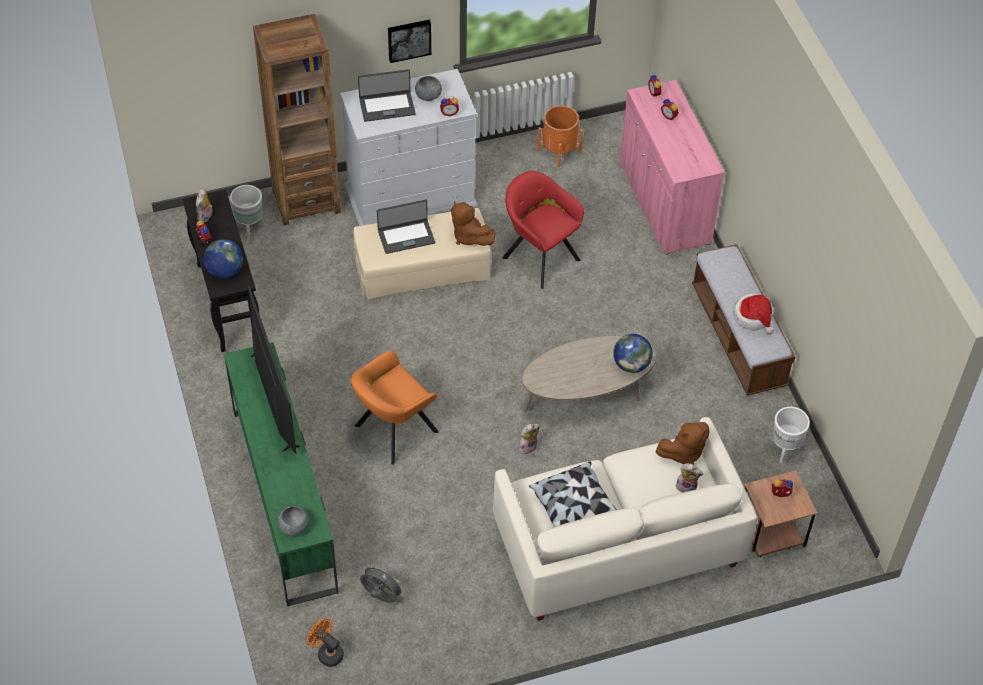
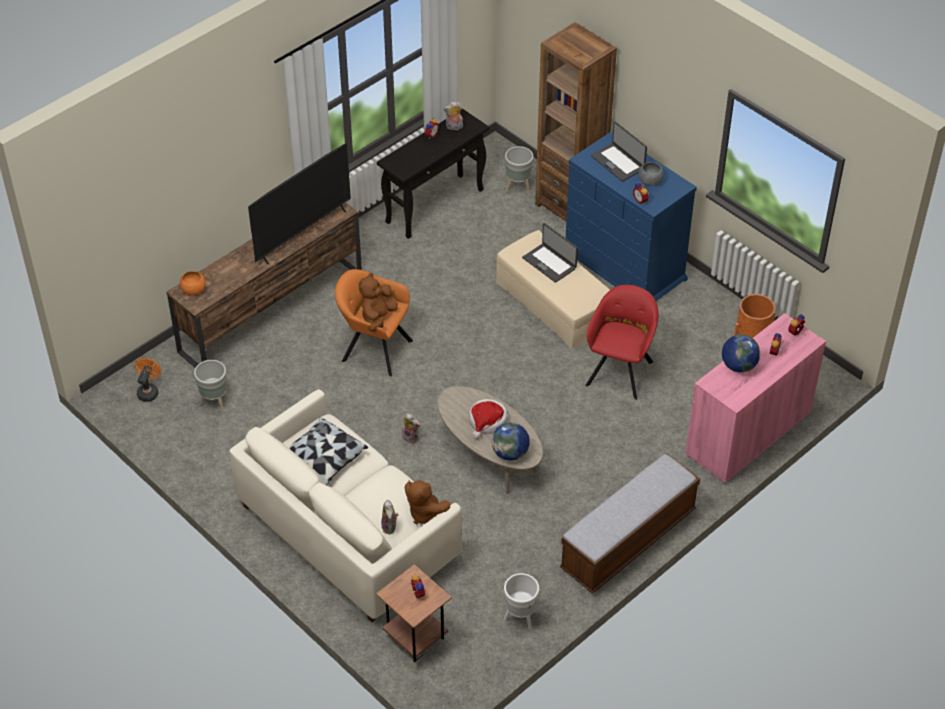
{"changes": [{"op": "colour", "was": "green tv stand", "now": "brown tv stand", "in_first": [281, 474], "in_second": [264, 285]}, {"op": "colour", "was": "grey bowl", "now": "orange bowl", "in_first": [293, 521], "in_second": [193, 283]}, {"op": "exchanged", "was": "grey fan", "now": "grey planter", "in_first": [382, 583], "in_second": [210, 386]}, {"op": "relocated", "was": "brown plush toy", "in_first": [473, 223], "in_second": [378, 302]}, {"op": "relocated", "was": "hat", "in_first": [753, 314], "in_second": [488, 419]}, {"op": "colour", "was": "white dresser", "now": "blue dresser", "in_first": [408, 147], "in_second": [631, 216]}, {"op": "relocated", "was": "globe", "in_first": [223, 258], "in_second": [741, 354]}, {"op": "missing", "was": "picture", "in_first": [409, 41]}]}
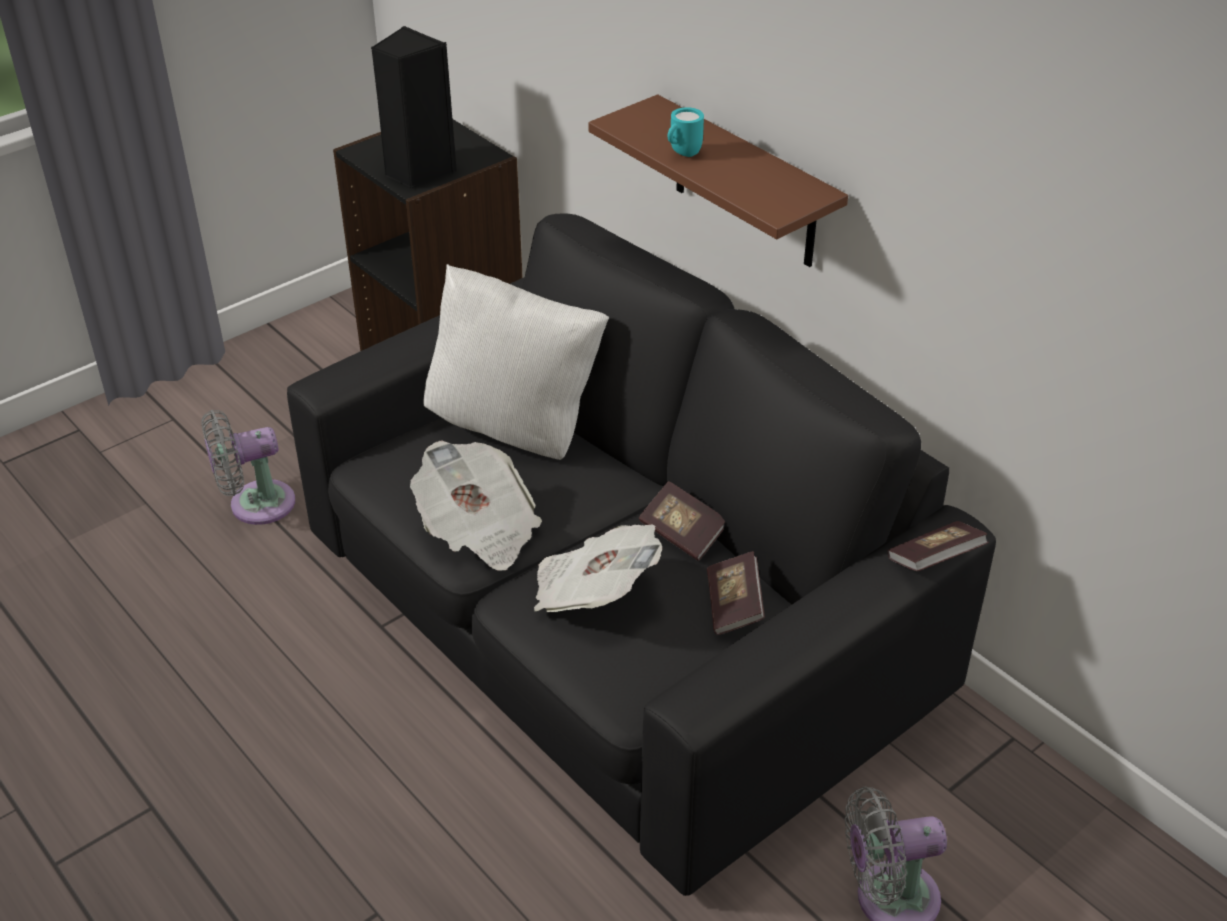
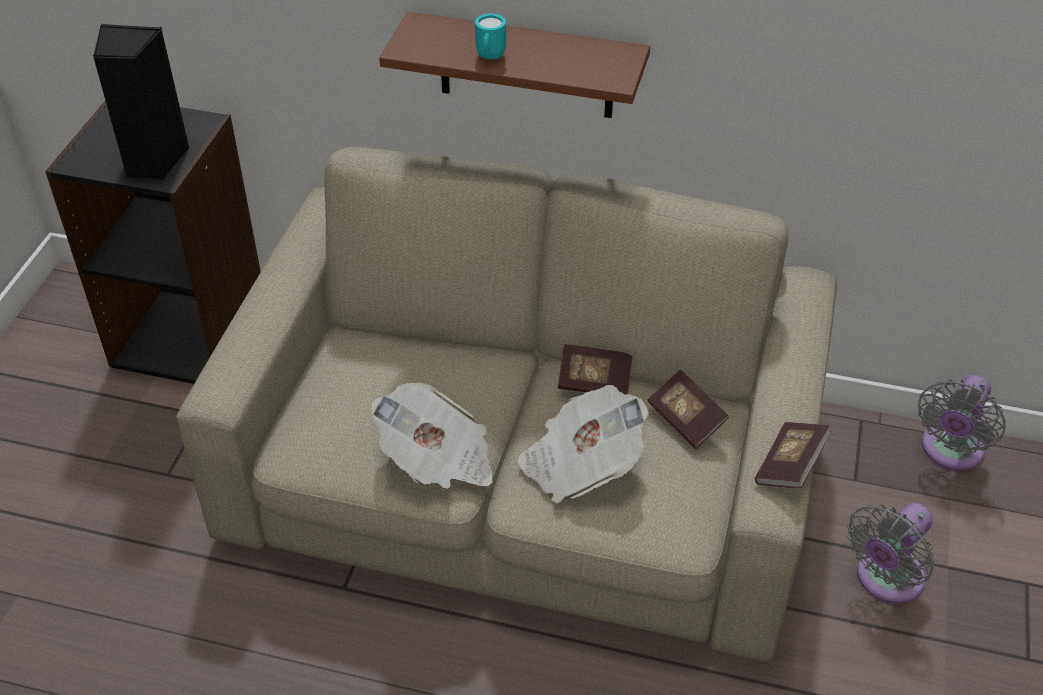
{"changes": [{"op": "colour", "was": "black sofa", "now": "beige sofa", "in_first": [641, 554], "in_second": [506, 404]}, {"op": "relocated", "was": "book", "in_first": [938, 546], "in_second": [793, 455]}, {"op": "relocated", "was": "grey fan", "in_first": [248, 467], "in_second": [962, 423]}, {"op": "missing", "was": "white pillow", "in_first": [516, 362]}]}
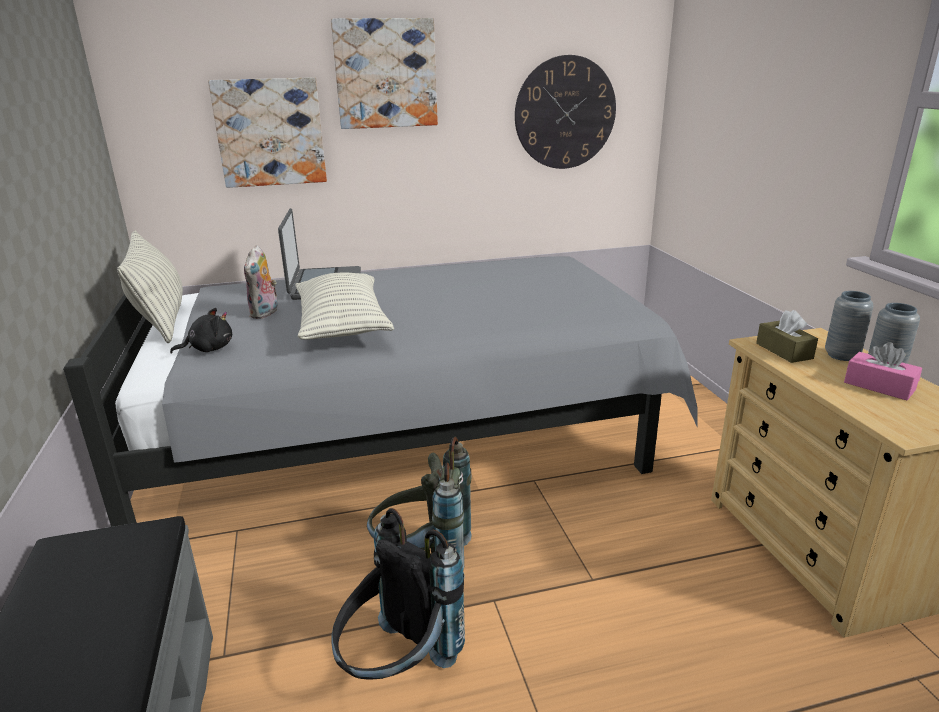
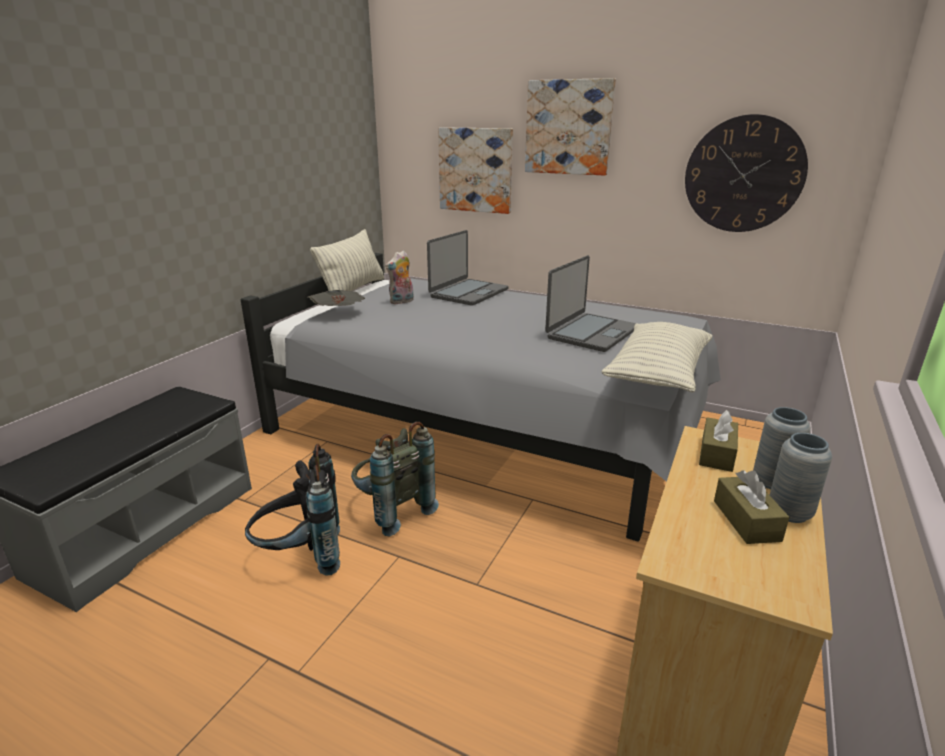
{"changes": [{"op": "exchanged", "was": "black plush toy", "now": "newspaper", "in_first": [201, 331], "in_second": [336, 298]}, {"op": "appeared", "now": "laptop", "in_second": [591, 303]}, {"op": "relocated", "was": "pillow", "in_first": [344, 306], "in_second": [656, 357]}, {"op": "colour", "was": "pink tissue box", "now": "brown tissue box", "in_first": [883, 371], "in_second": [751, 507]}]}
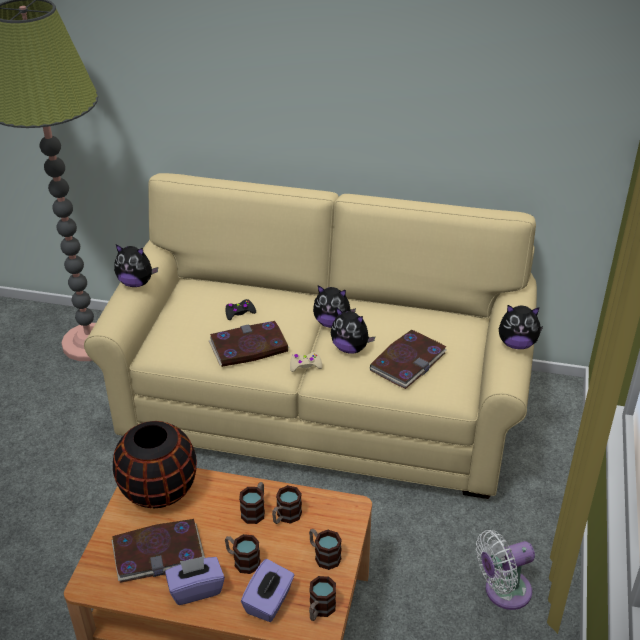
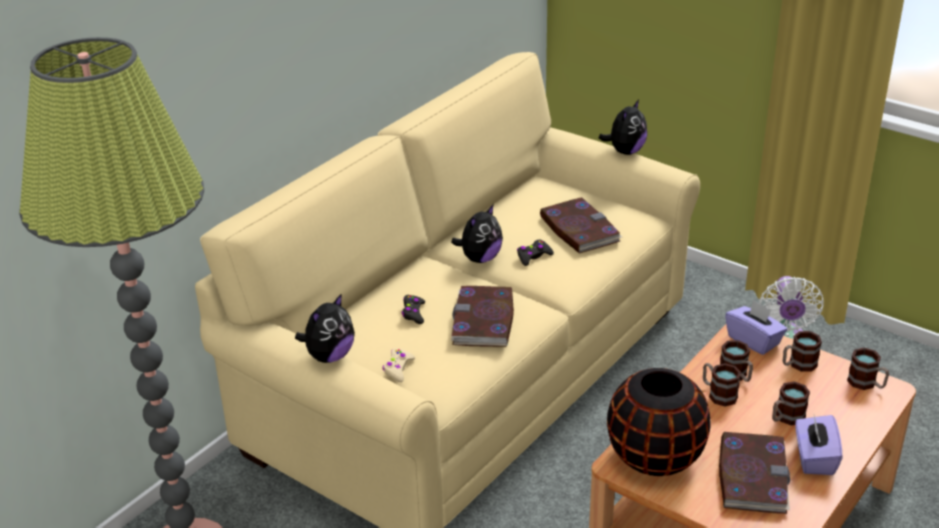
{"changes": [{"op": "relocated", "was": "beige game controller", "in_first": [306, 362], "in_second": [399, 365]}, {"op": "exchanged", "was": "plush toy", "now": "black game controller", "in_first": [353, 330], "in_second": [535, 253]}, {"op": "relocated", "was": "purple tissue box", "in_first": [268, 590], "in_second": [756, 327]}]}
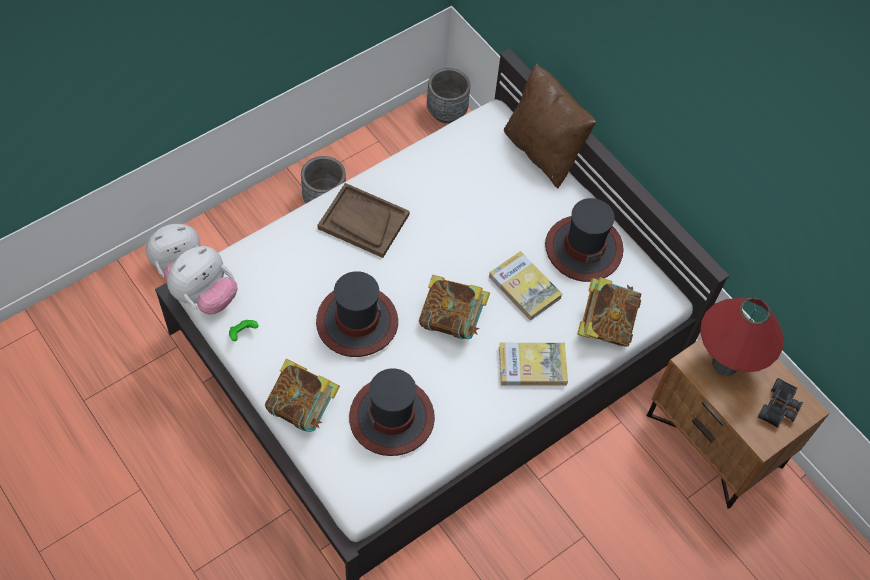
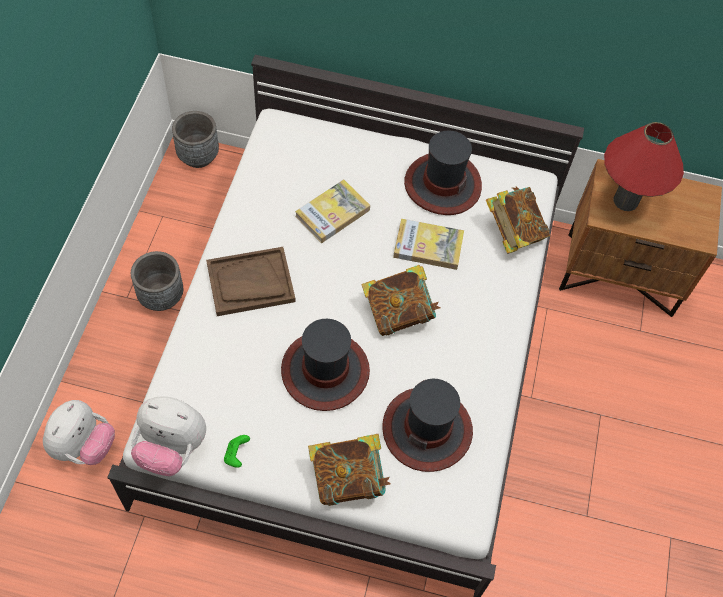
{"changes": [{"op": "spun", "was": "plush toy", "in_first": [202, 280], "in_second": [168, 436], "clockwise": 105}, {"op": "relocated", "was": "book", "in_first": [533, 364], "in_second": [332, 211]}, {"op": "missing", "was": "brown pillow", "in_first": [550, 125]}, {"op": "missing", "was": "black binoculars", "in_first": [780, 403]}]}
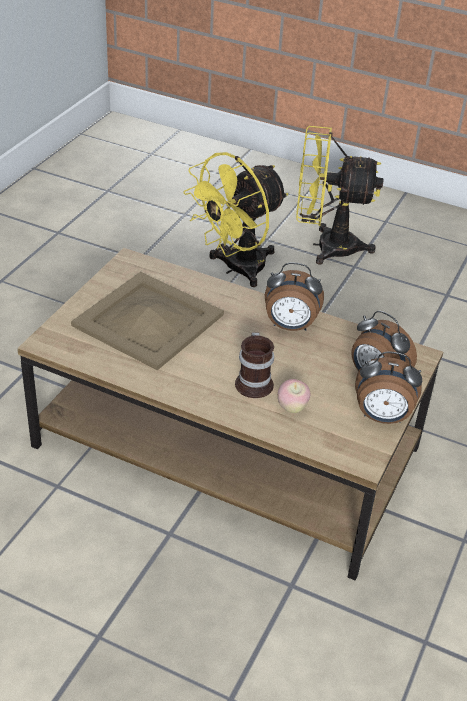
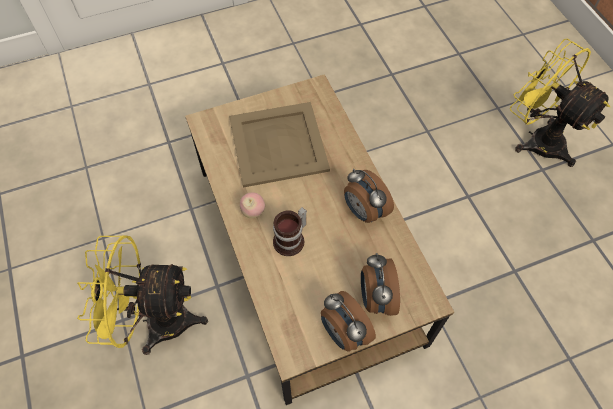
{"changes": [{"op": "relocated", "was": "yellow fan", "in_first": [235, 219], "in_second": [142, 295]}, {"op": "relocated", "was": "apple", "in_first": [294, 396], "in_second": [252, 205]}]}
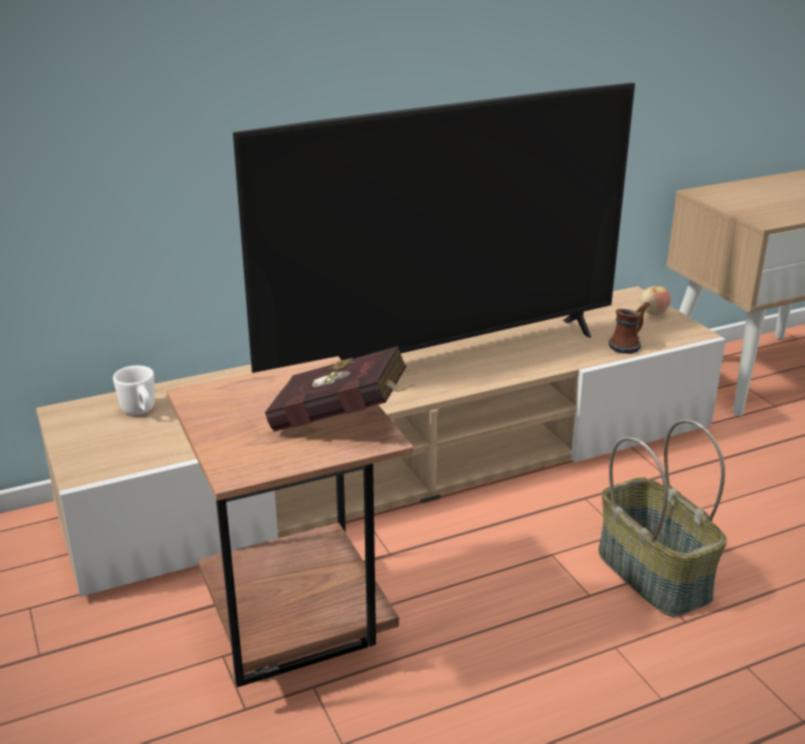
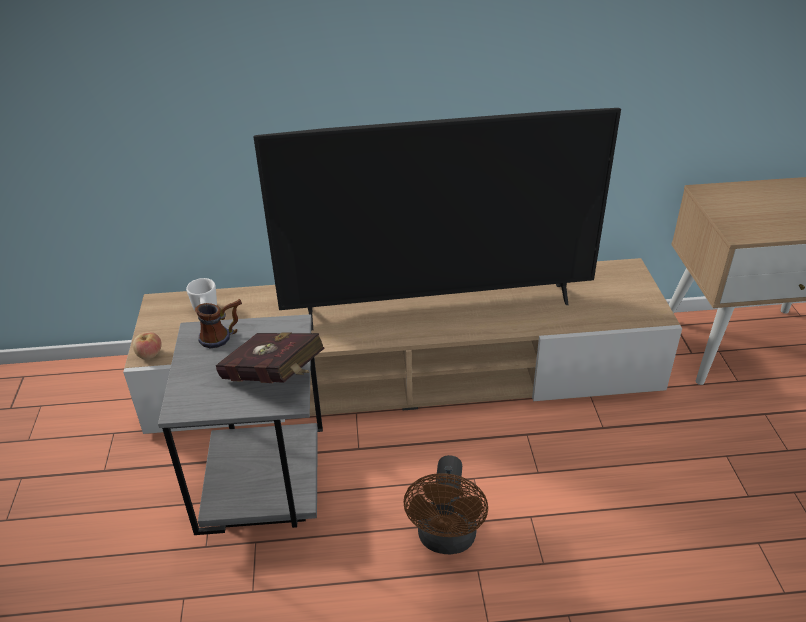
{"changes": [{"op": "relocated", "was": "apple", "in_first": [655, 301], "in_second": [147, 346]}, {"op": "colour", "was": "brown side table", "now": "grey side table", "in_first": [290, 521], "in_second": [240, 424]}, {"op": "relocated", "was": "mug", "in_first": [629, 328], "in_second": [218, 324]}, {"op": "appeared", "now": "brown fan", "in_second": [446, 504]}, {"op": "missing", "was": "basket", "in_first": [662, 518]}]}
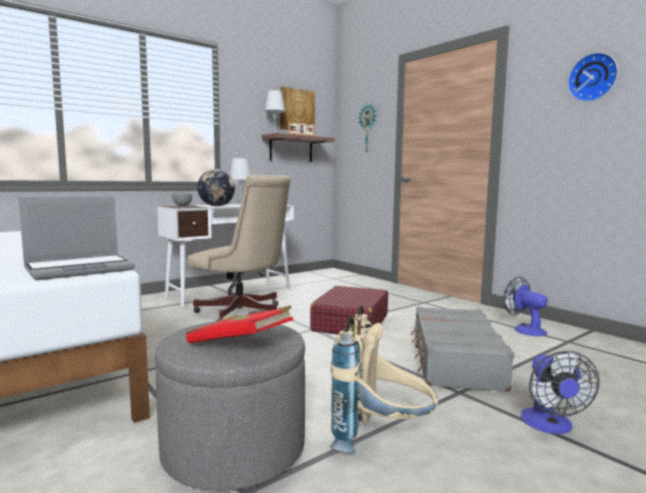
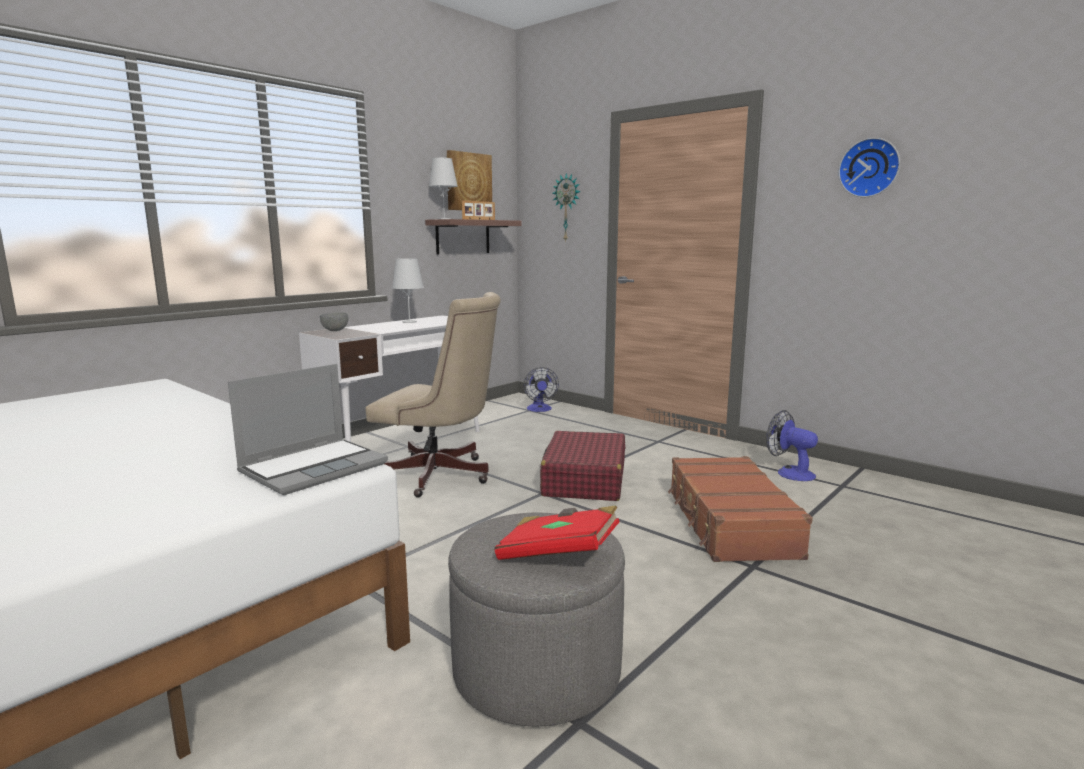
{"changes": [{"op": "relocated", "was": "fan", "in_first": [560, 392], "in_second": [541, 389]}, {"op": "colour", "was": "grey suitcase", "now": "brown suitcase", "in_first": [463, 349], "in_second": [740, 509]}, {"op": "missing", "was": "globe", "in_first": [216, 187]}, {"op": "missing", "was": "beige backpack", "in_first": [384, 378]}]}
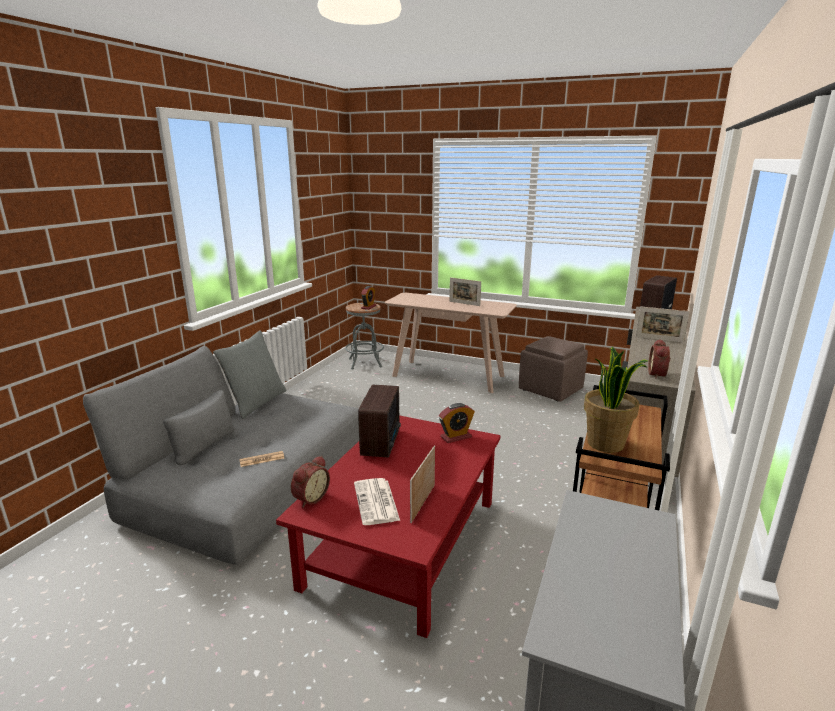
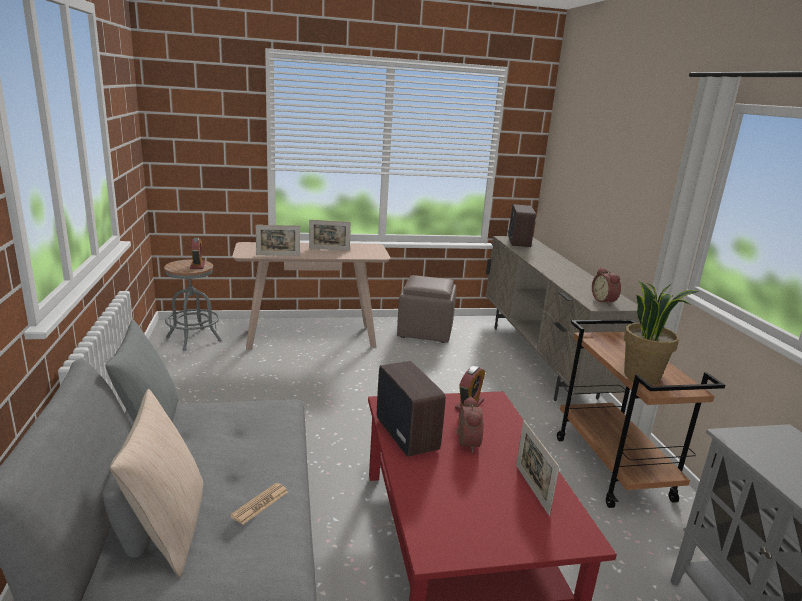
{"changes": [{"op": "appeared", "now": "beige pillow", "in_second": [157, 483]}, {"op": "relocated", "was": "picture frame", "in_first": [663, 324], "in_second": [278, 240]}, {"op": "relocated", "was": "alarm clock", "in_first": [310, 482], "in_second": [469, 424]}, {"op": "missing", "was": "newspaper", "in_first": [377, 501]}]}
